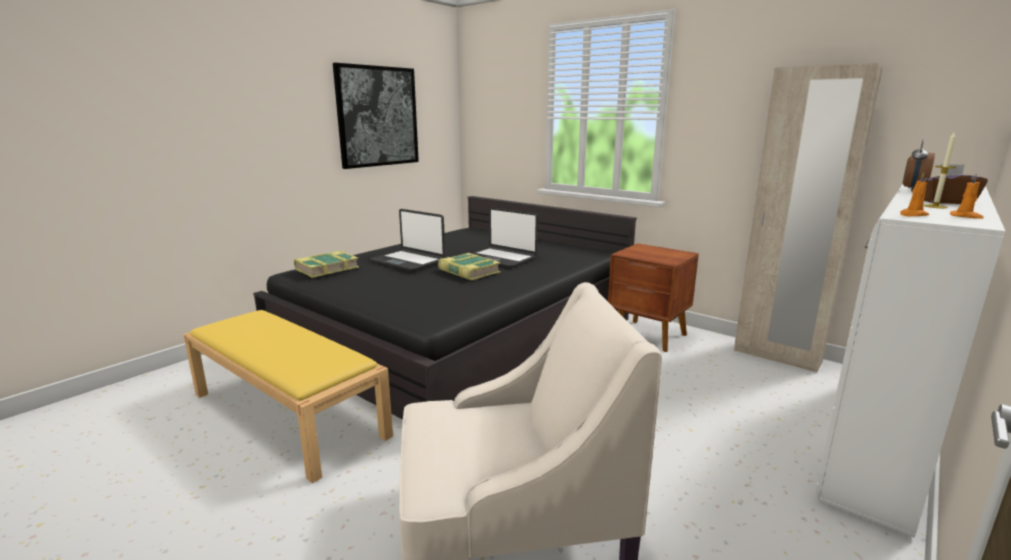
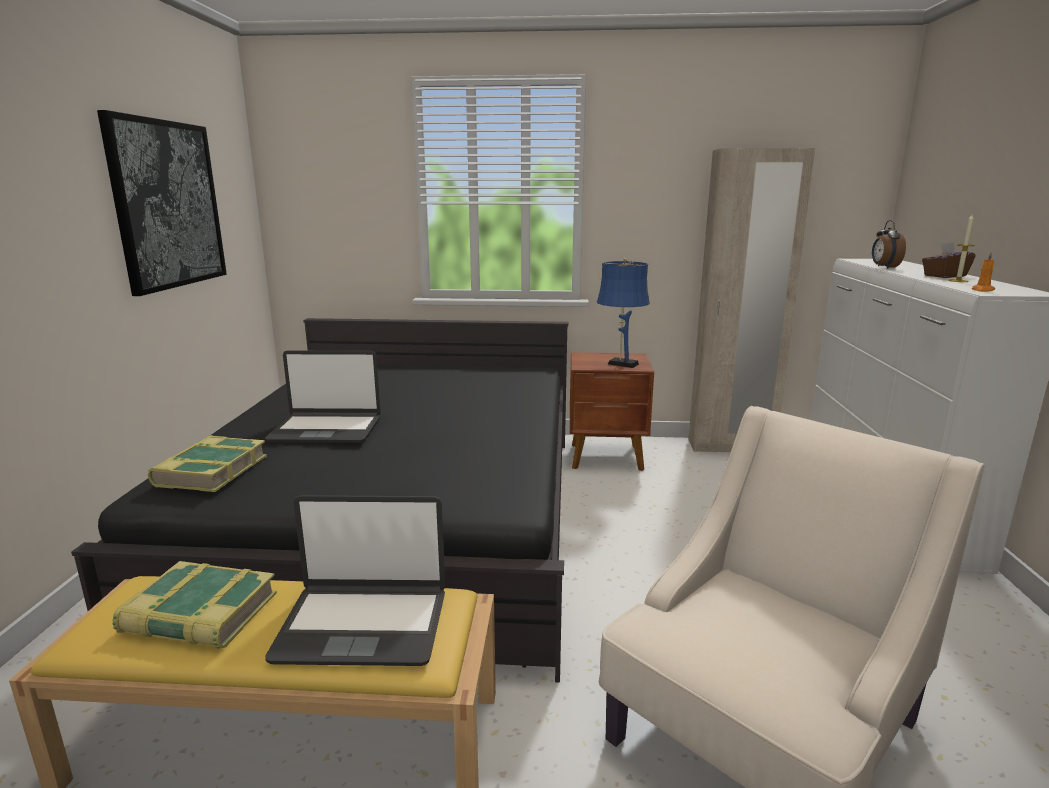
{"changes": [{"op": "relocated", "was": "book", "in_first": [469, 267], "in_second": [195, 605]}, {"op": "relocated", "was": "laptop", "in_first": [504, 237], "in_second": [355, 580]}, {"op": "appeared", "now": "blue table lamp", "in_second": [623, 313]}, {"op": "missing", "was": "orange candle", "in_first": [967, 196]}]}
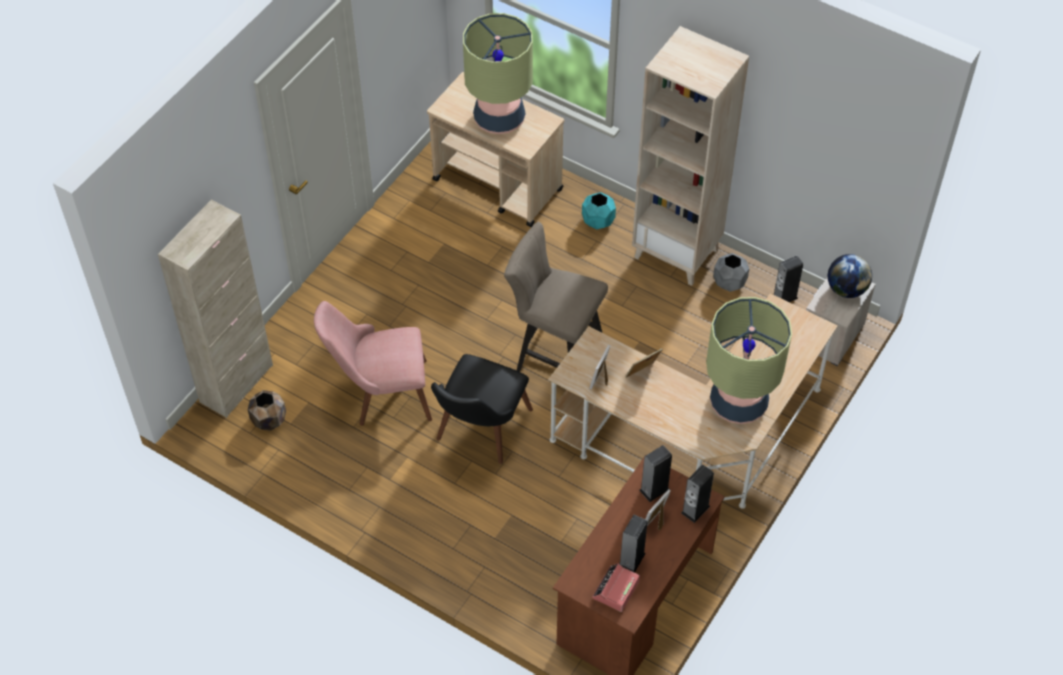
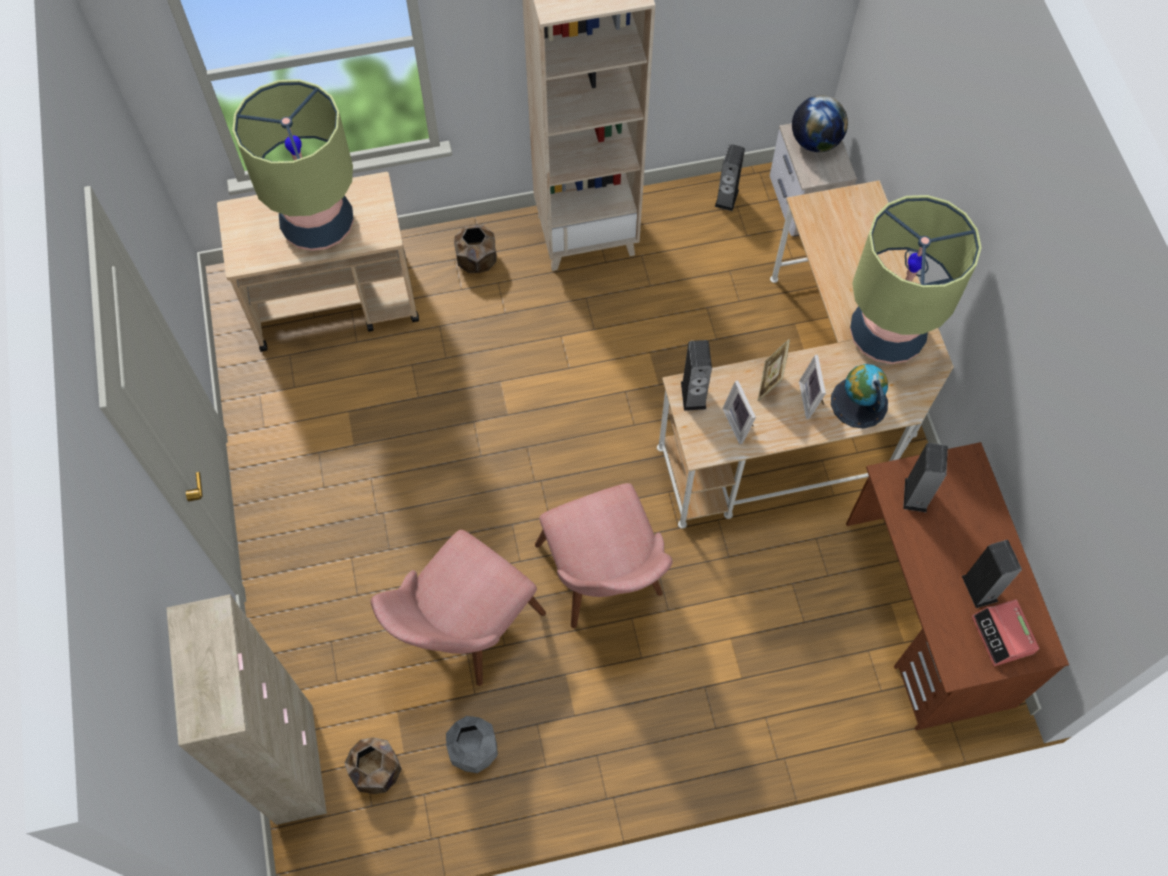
{"changes": [{"op": "relocated", "was": "grey planter", "in_first": [731, 272], "in_second": [472, 744]}, {"op": "colour", "was": "turquoise planter", "now": "brown planter", "in_first": [599, 211], "in_second": [475, 249]}, {"op": "colour", "was": "black chair", "now": "pink chair", "in_first": [482, 409], "in_second": [604, 555]}, {"op": "relocated", "was": "speaker", "in_first": [697, 493], "in_second": [696, 375]}, {"op": "relocated", "was": "picture frame", "in_first": [658, 509], "in_second": [812, 387]}, {"op": "appeared", "now": "globe", "in_second": [859, 396]}, {"op": "missing", "was": "beige stool", "in_first": [556, 297]}]}
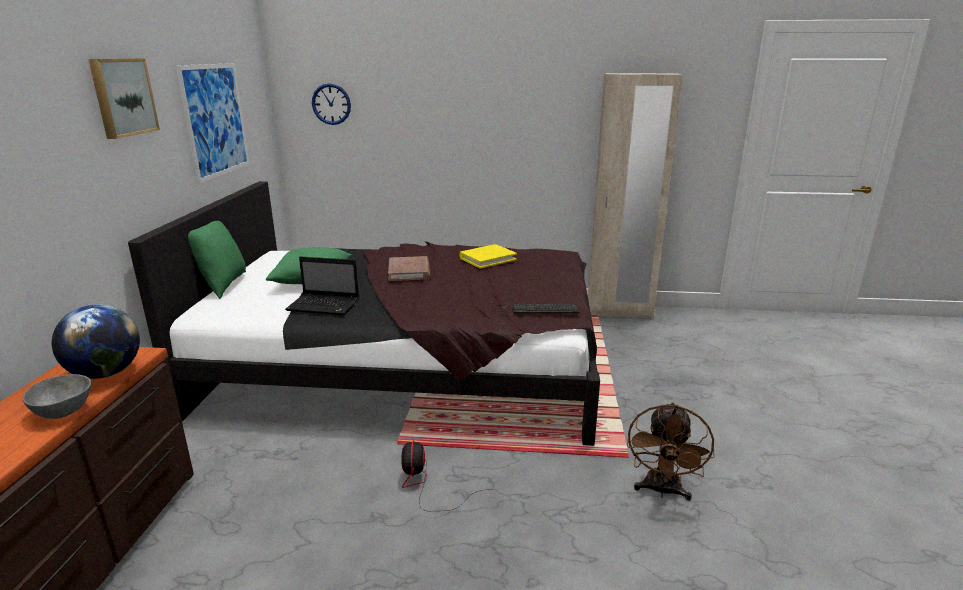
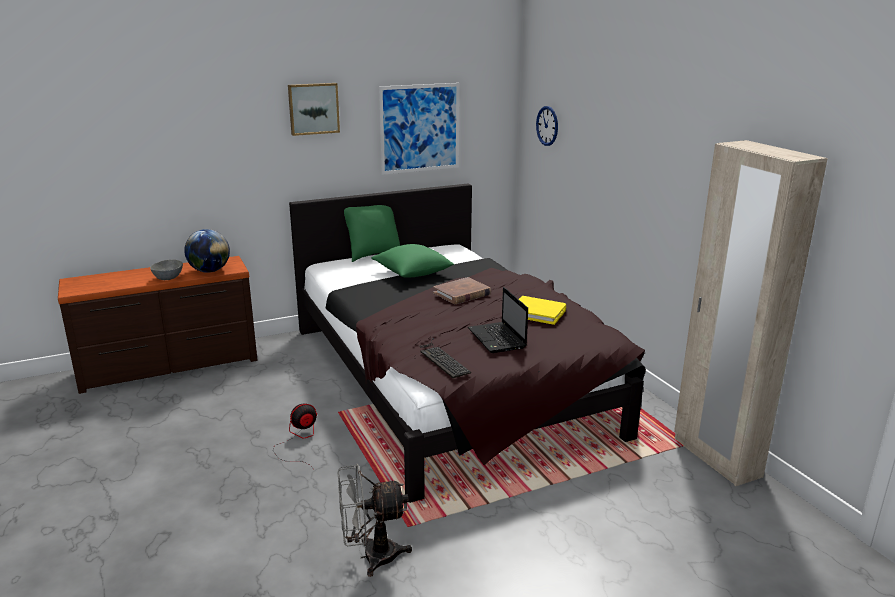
{"changes": [{"op": "colour", "was": "brown fan", "now": "grey fan", "in_first": [671, 451], "in_second": [375, 520]}, {"op": "relocated", "was": "laptop", "in_first": [322, 285], "in_second": [498, 320]}]}
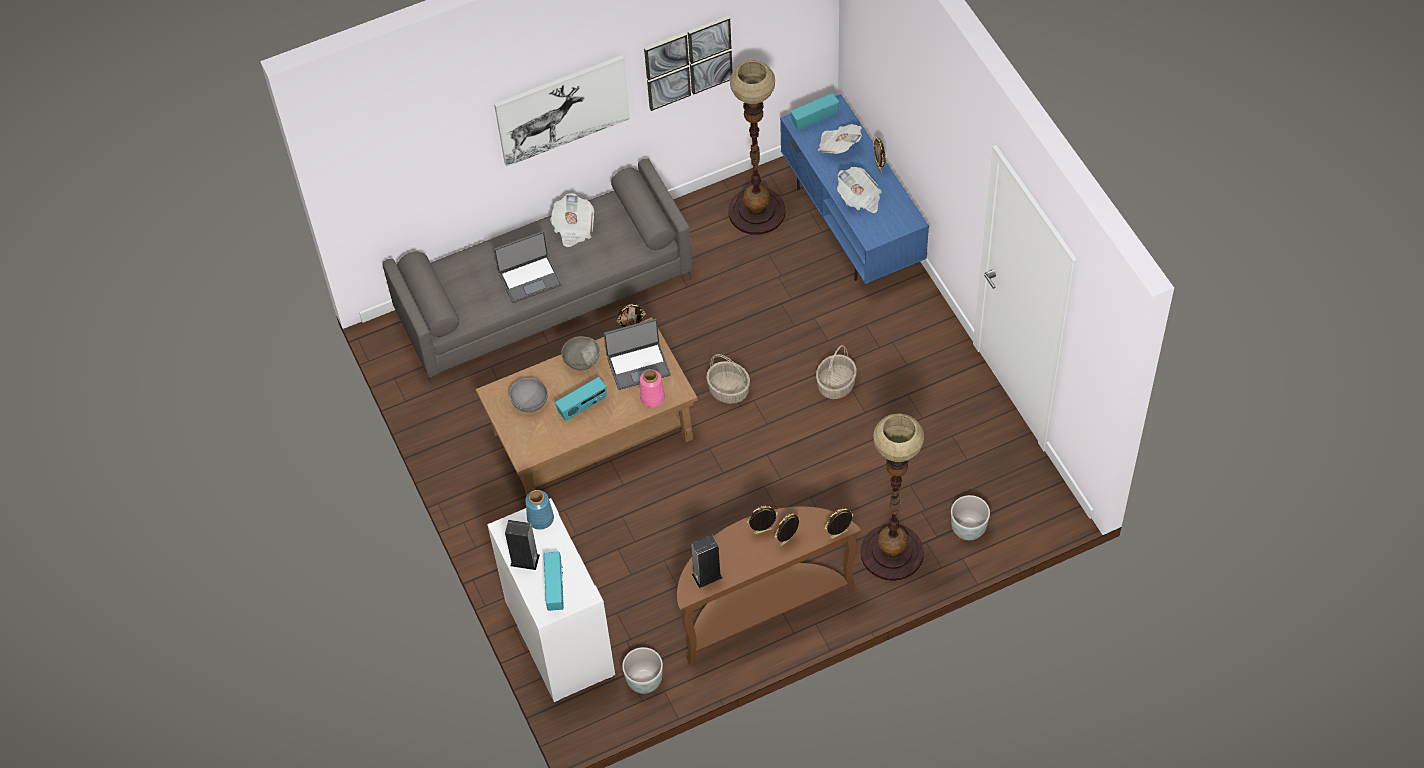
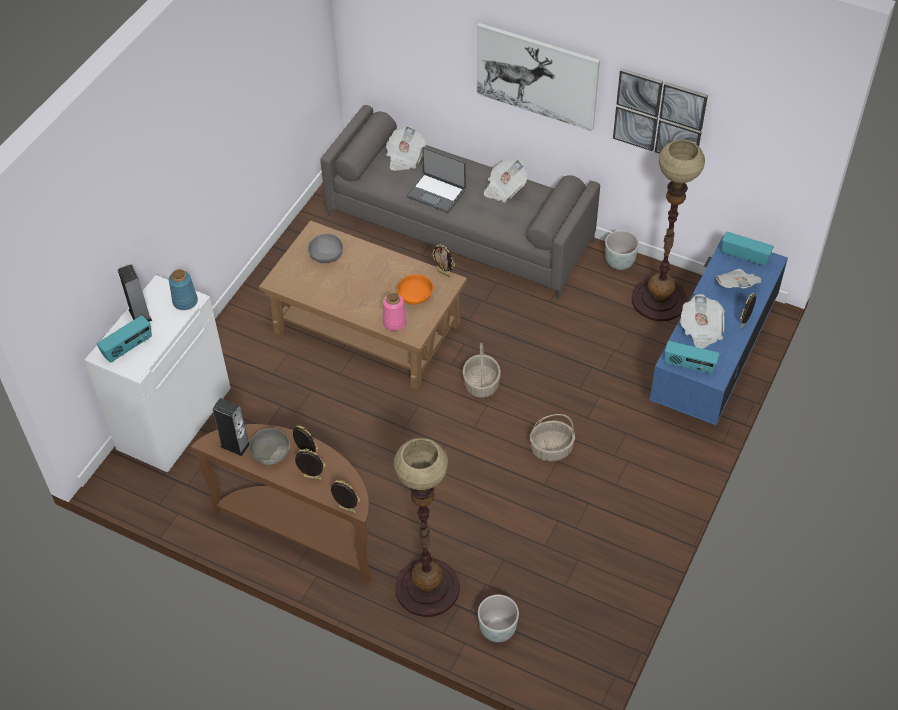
{"changes": [{"op": "relocated", "was": "grey bowl", "in_first": [580, 353], "in_second": [269, 446]}, {"op": "appeared", "now": "newspaper", "in_second": [406, 148]}, {"op": "exchanged", "was": "laptop", "now": "orange bowl", "in_first": [637, 354], "in_second": [415, 289]}, {"op": "relocated", "was": "grey planter", "in_first": [642, 670], "in_second": [622, 250]}, {"op": "relocated", "was": "radio", "in_first": [580, 399], "in_second": [692, 357]}]}
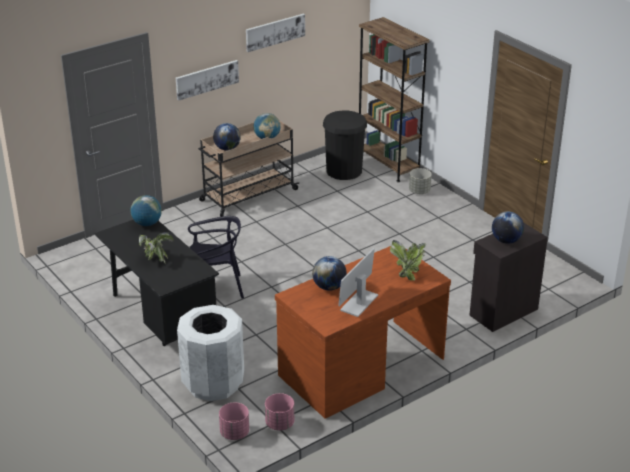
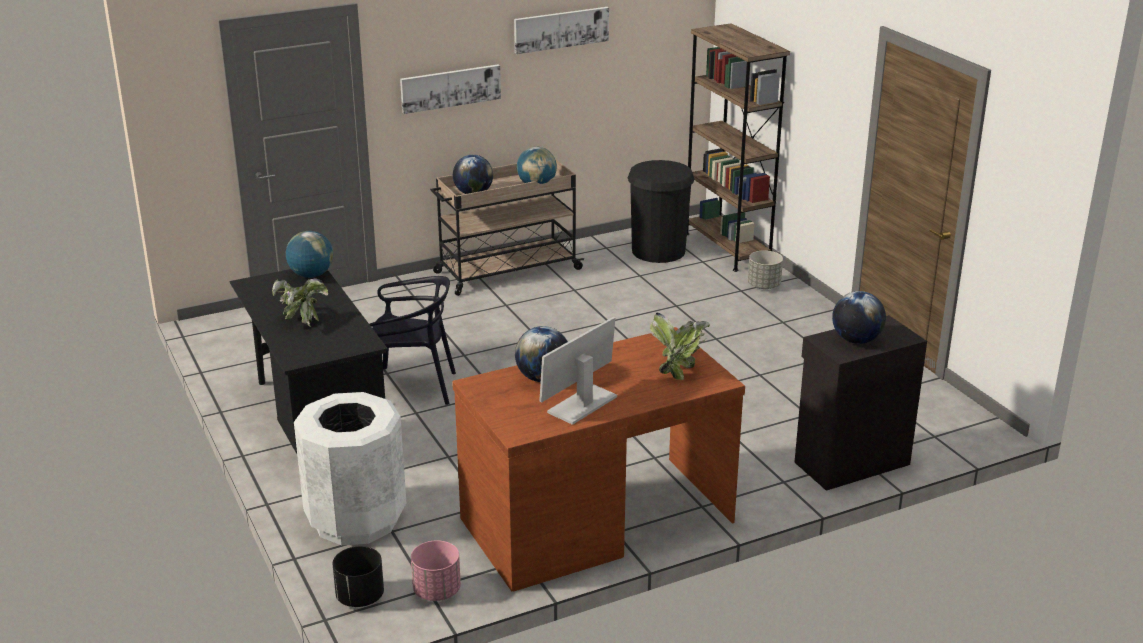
{"changes": [{"op": "colour", "was": "pink planter", "now": "black planter", "in_first": [234, 421], "in_second": [358, 576]}]}
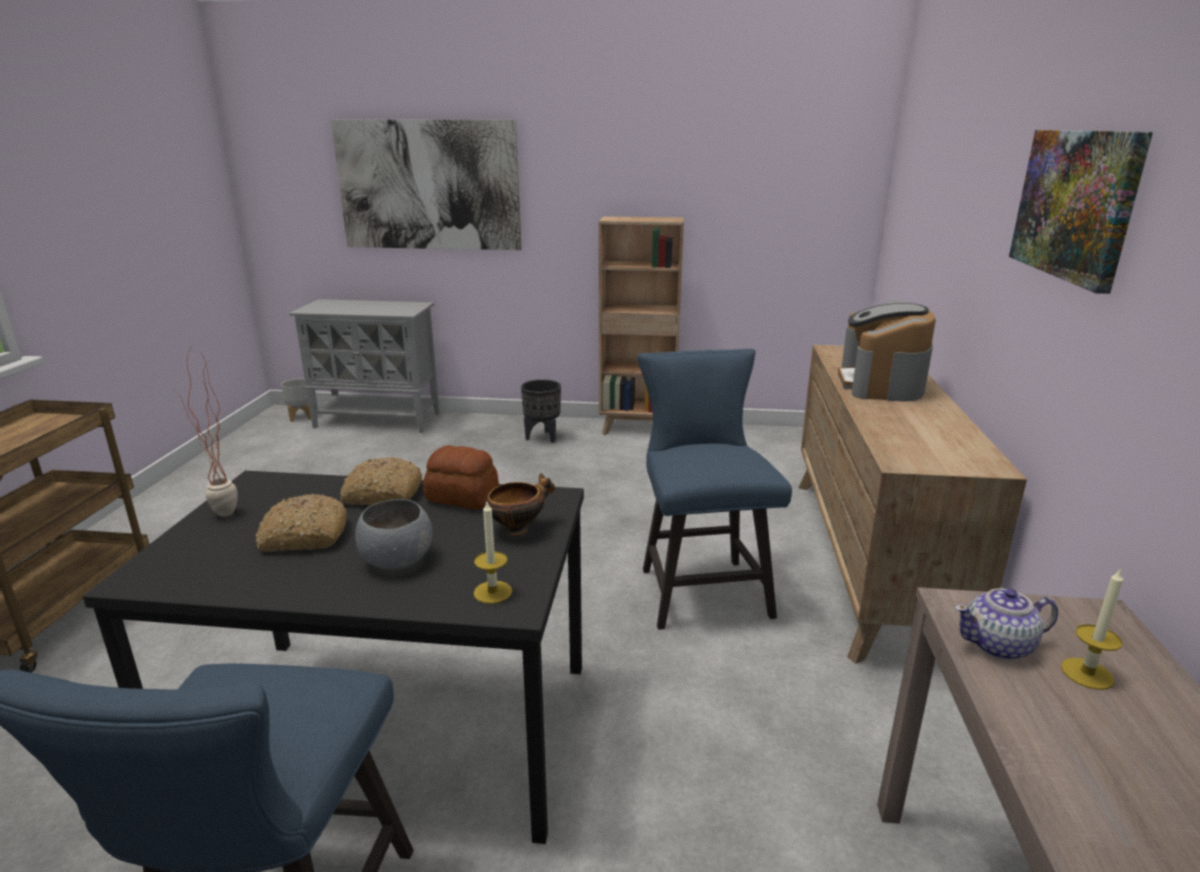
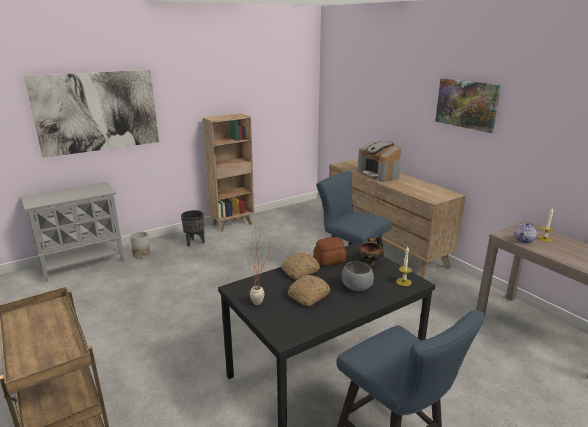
{"changes": [{"op": "relocated", "was": "grey planter", "in_first": [296, 400], "in_second": [140, 245]}]}
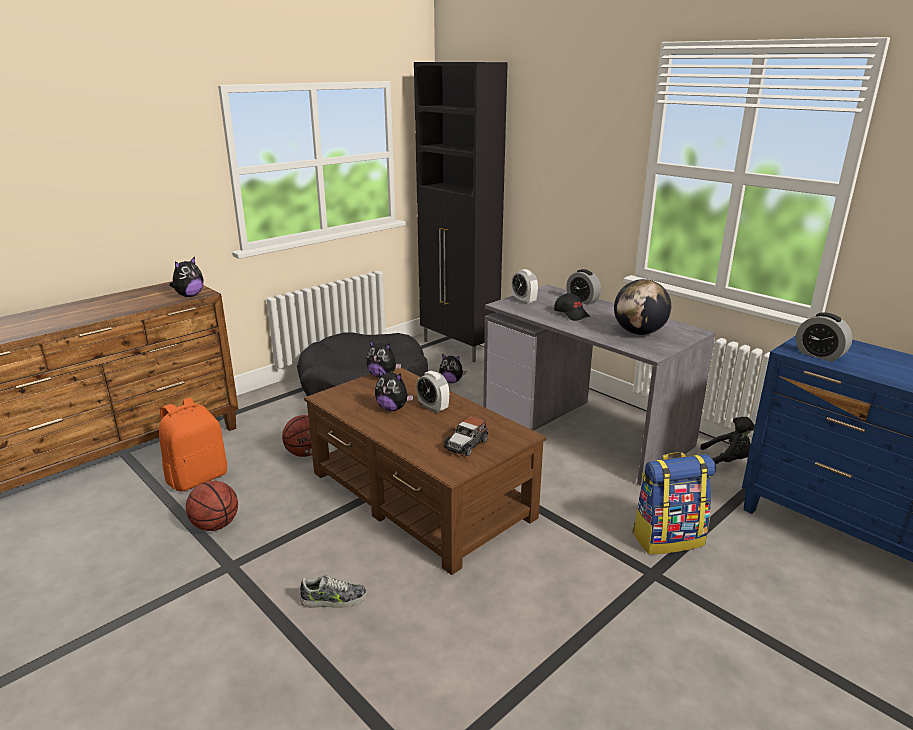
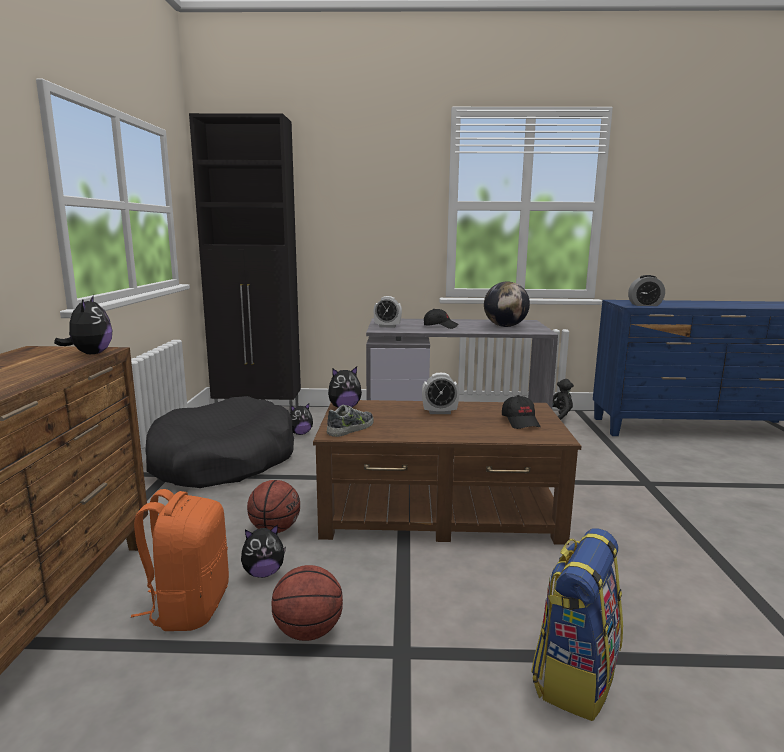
{"changes": [{"op": "relocated", "was": "plush toy", "in_first": [394, 390], "in_second": [263, 551]}, {"op": "relocated", "was": "shoe", "in_first": [333, 591], "in_second": [350, 421]}, {"op": "exchanged", "was": "toy car", "now": "black cap", "in_first": [465, 436], "in_second": [521, 412]}, {"op": "relocated", "was": "backpack", "in_first": [674, 503], "in_second": [577, 625]}, {"op": "missing", "was": "alarm clock", "in_first": [583, 287]}]}
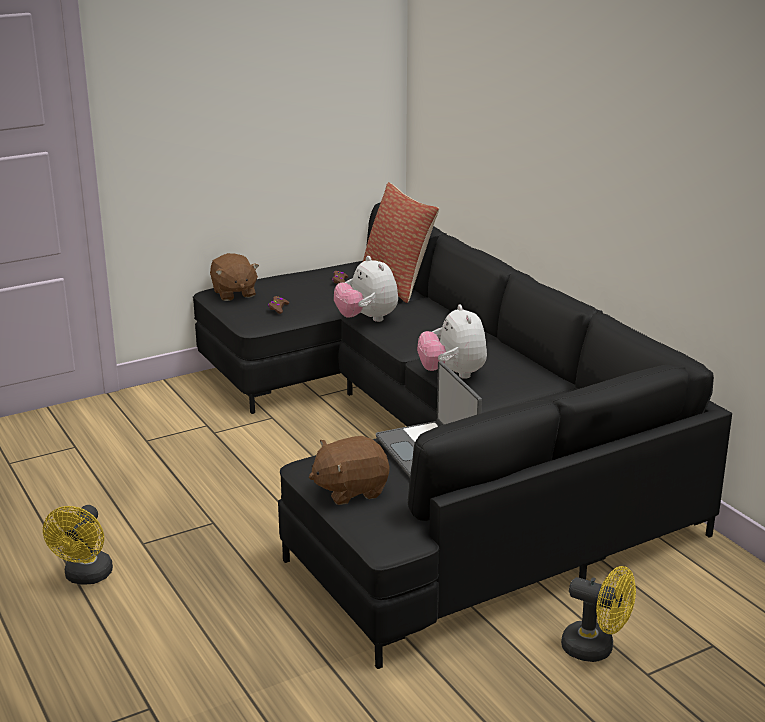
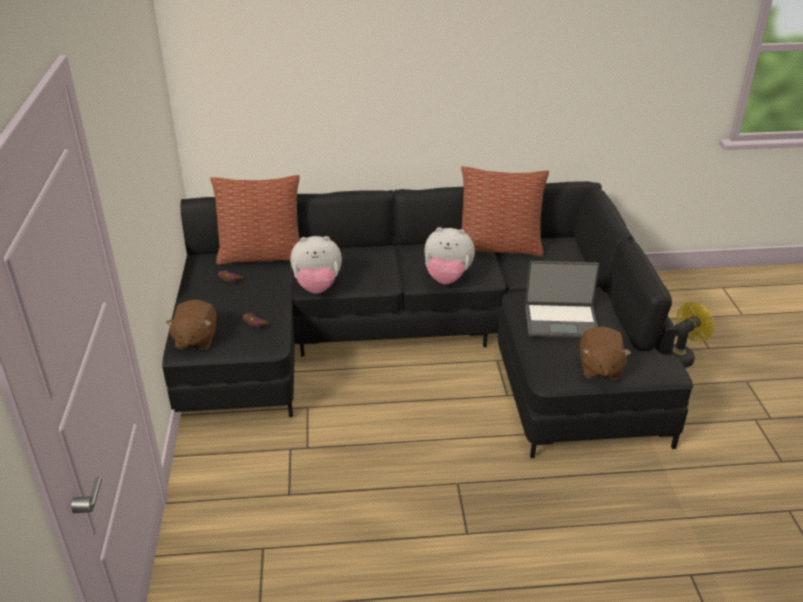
{"changes": [{"op": "spun", "was": "brown plush toy", "in_first": [234, 277], "in_second": [190, 324], "clockwise": 90}, {"op": "appeared", "now": "pillow", "in_second": [505, 211]}, {"op": "missing", "was": "yellow fan", "in_first": [78, 545]}]}
